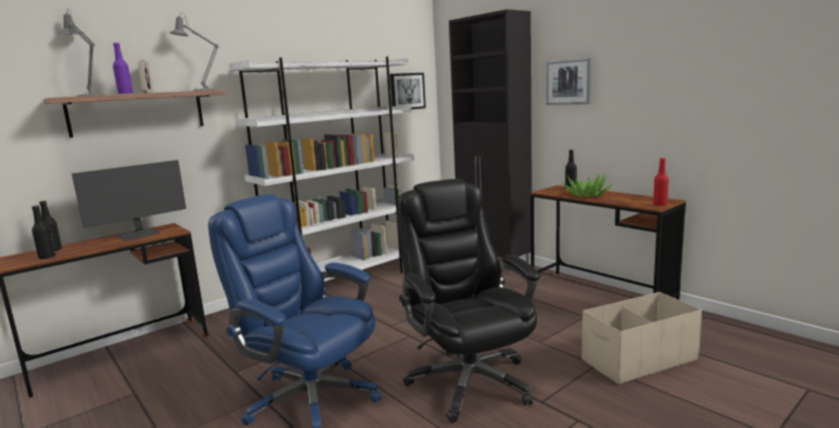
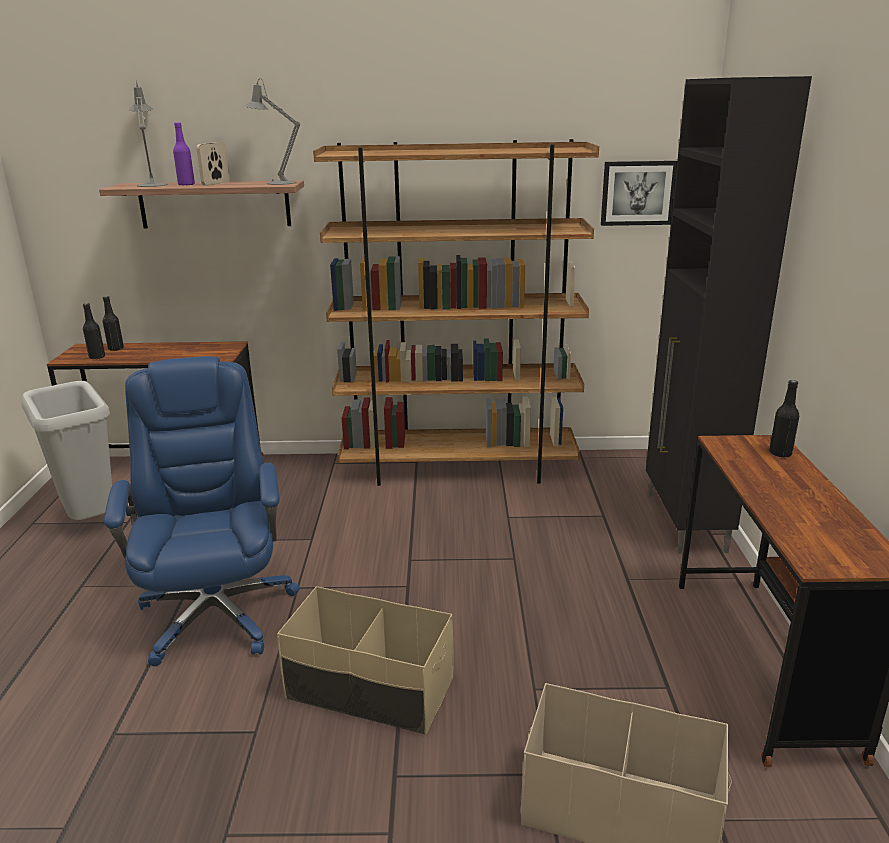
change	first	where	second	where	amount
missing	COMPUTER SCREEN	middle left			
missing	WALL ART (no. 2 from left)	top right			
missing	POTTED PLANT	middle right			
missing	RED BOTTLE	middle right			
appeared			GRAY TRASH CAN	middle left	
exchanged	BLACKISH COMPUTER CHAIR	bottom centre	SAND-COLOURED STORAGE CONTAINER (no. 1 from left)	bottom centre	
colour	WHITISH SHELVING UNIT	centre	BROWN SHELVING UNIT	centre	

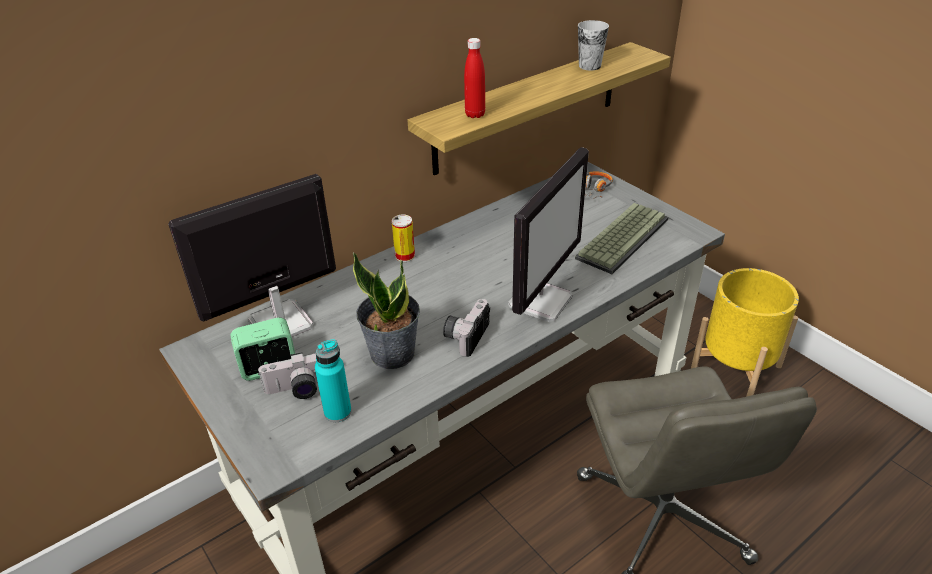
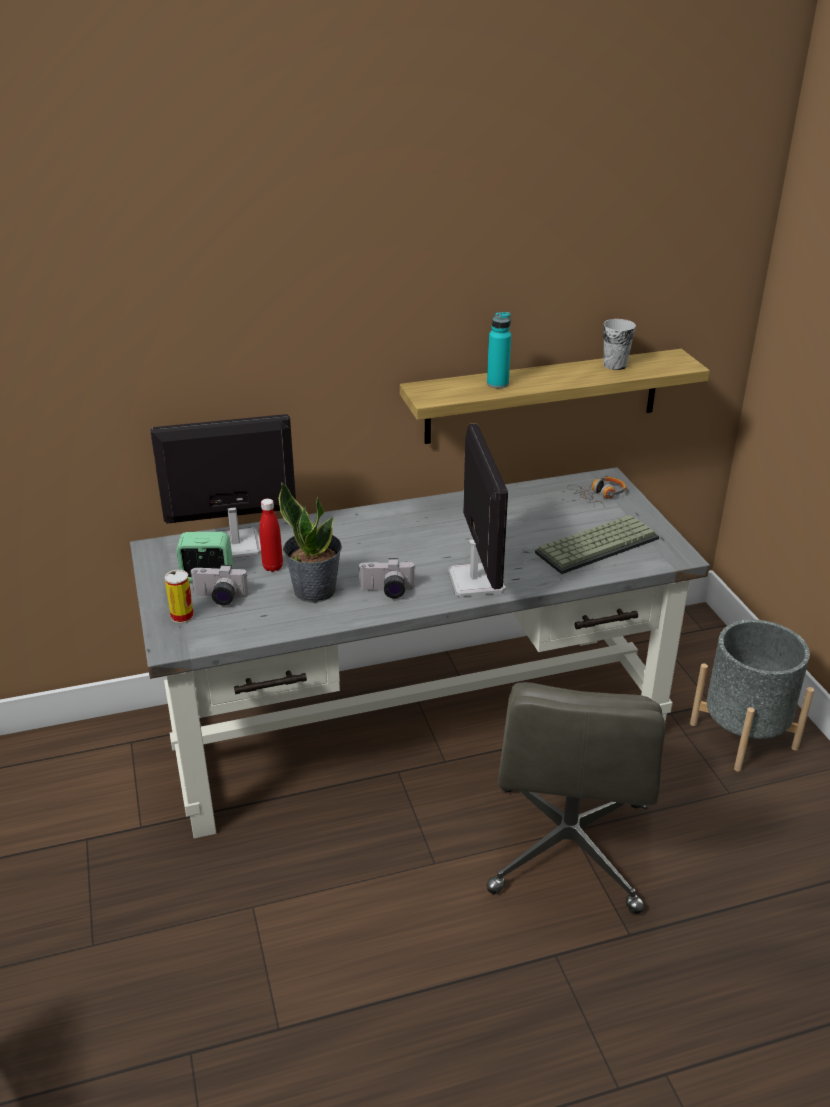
change	first	where	second	where	amount
relocated	TURQUOISE BOTTLE	centre		top centre	
relocated	SEALED CAN	centre		middle left	
relocated	RED BOTTLE	top centre		middle left	
colour	YELLOW FLOWER POT	middle right	GRAY FLOWER POT	middle right	
spun	PHOTO CAMERA (no. 2 from left)	centre		centre	135 degrees counterclockwise
spun	COMPUTER SCREEN (no. 2 from left)	centre		centre	60 degrees counterclockwise

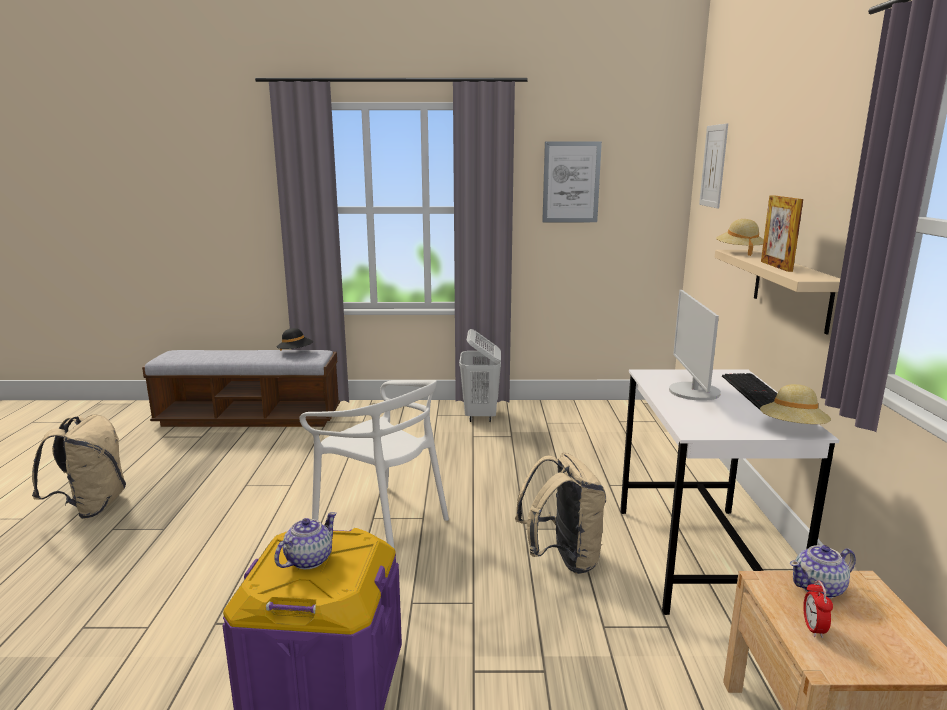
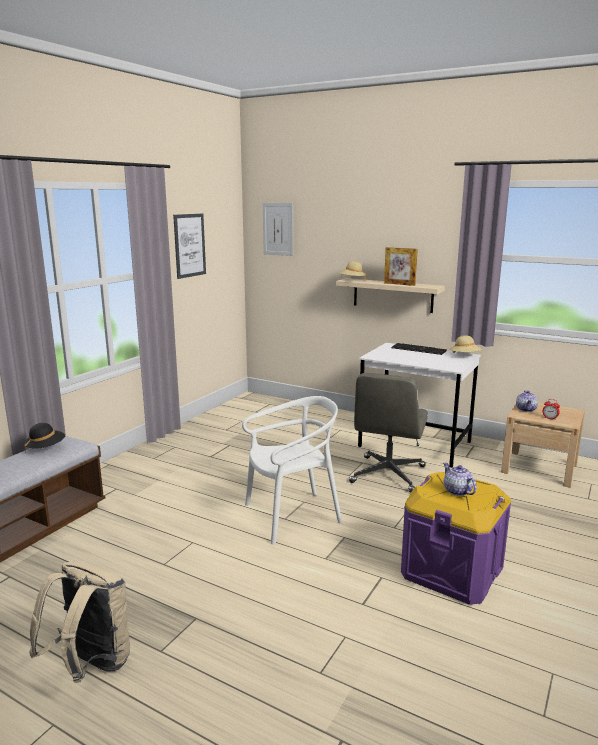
change	first	where	second	where	amount
missing	WHITISH HAMPER	centre			
missing	COMPUTER SCREEN	middle right			
exchanged	SAND-COLOURED RUCKSACK (no. 2 from left)	bottom centre	GRAY COMPUTER CHAIR	centre	

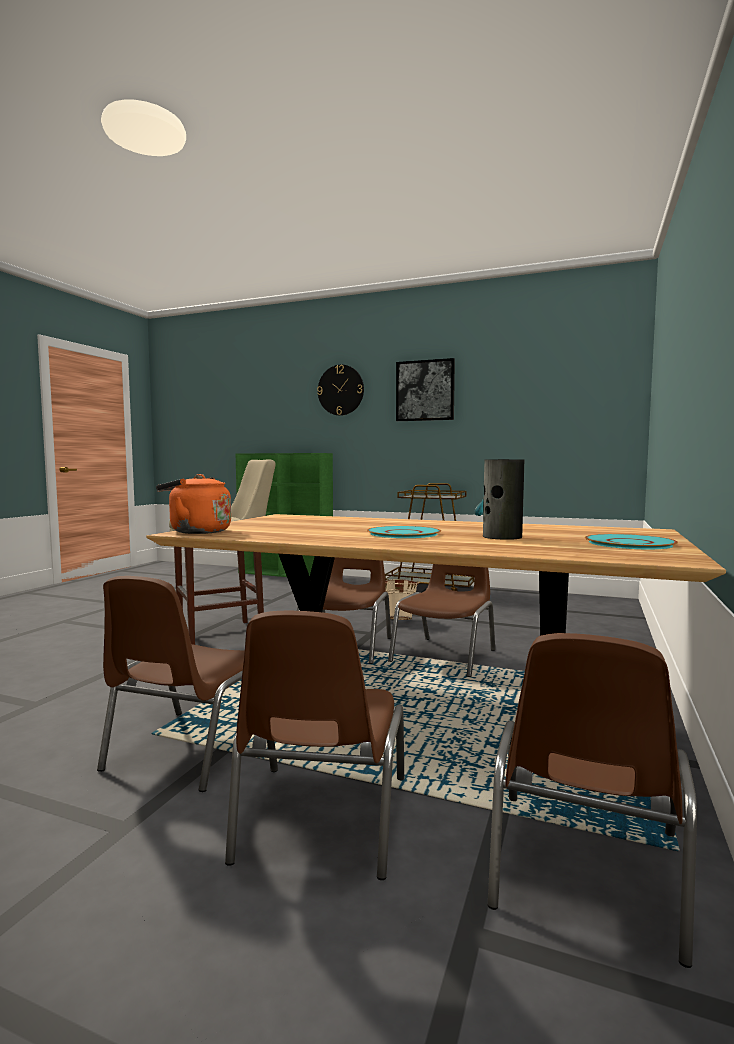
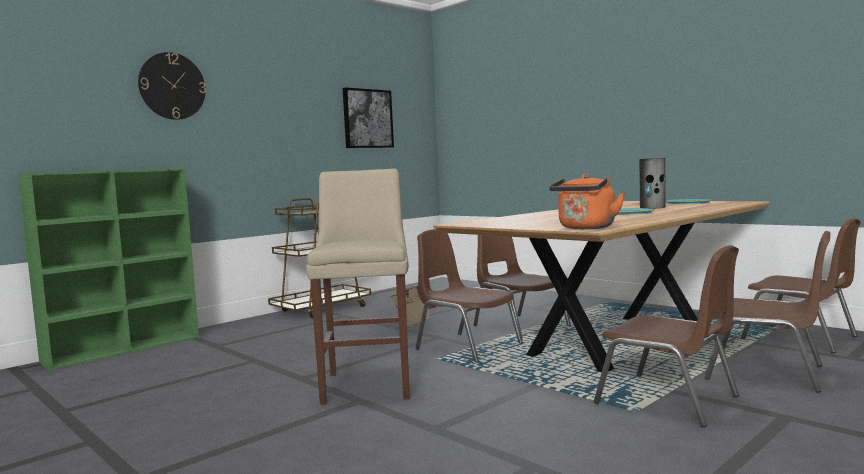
change	first	where	second	where	amount
relocated	WALL ART	centre		top centre	

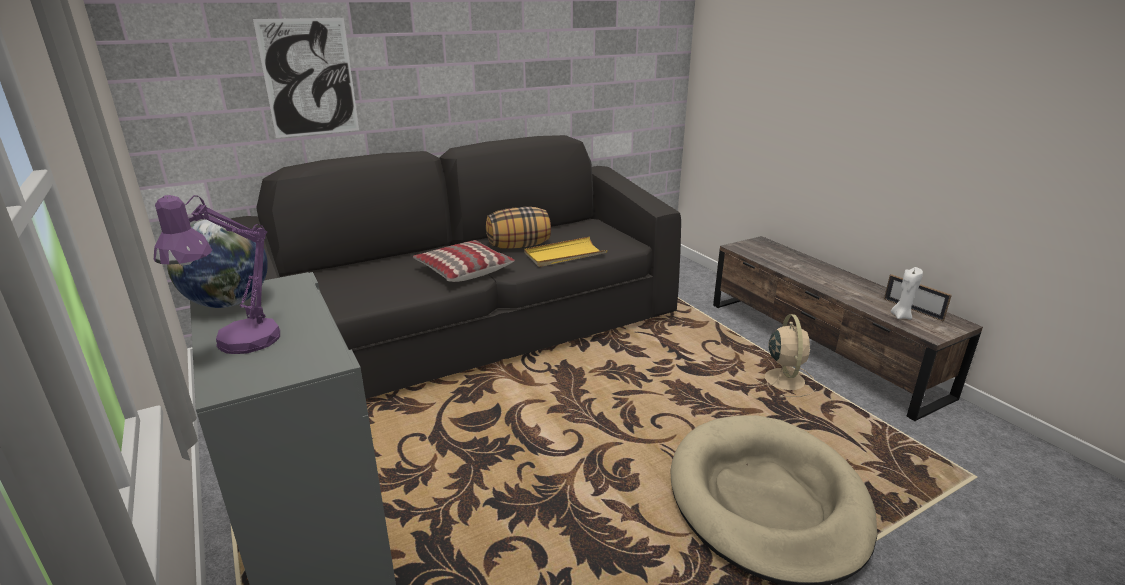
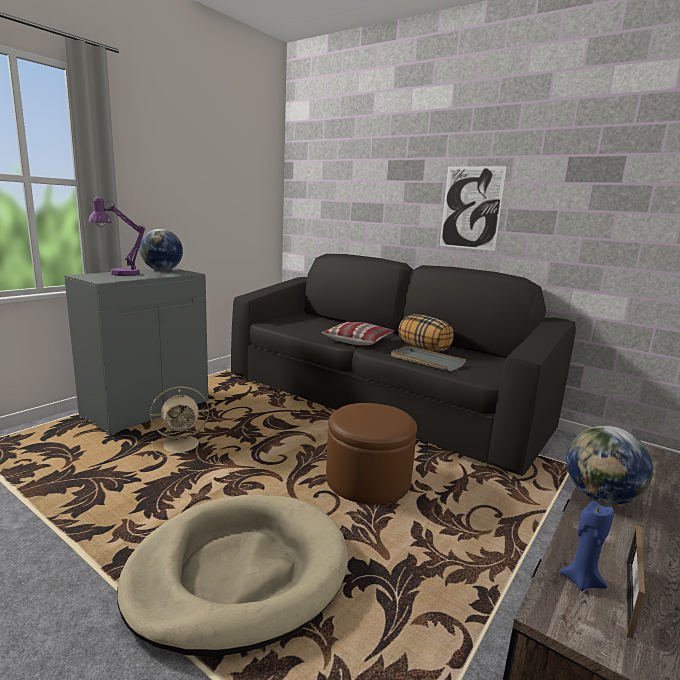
change	first	where	second	where	amount
appeared			BROWN OTTOMAN	bottom centre	
appeared			WORLD GLOBE (no. 2 from left)	bottom right	
relocated	WALL ART	top left		top right	
relocated	SAND-COLOURED FAN	middle right		middle left	
colour	YELLOW TRAY	centre	GRAY TRAY	centre	
colour	WHITISH CANDLE	middle right	BLUE CANDLE	bottom right	

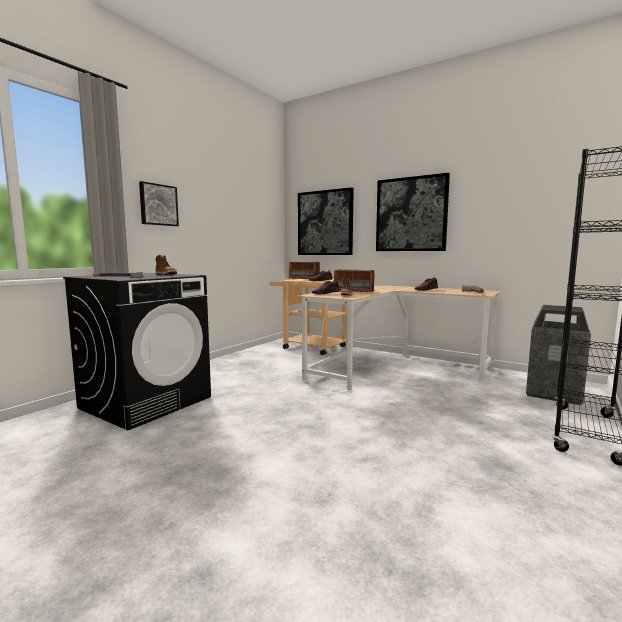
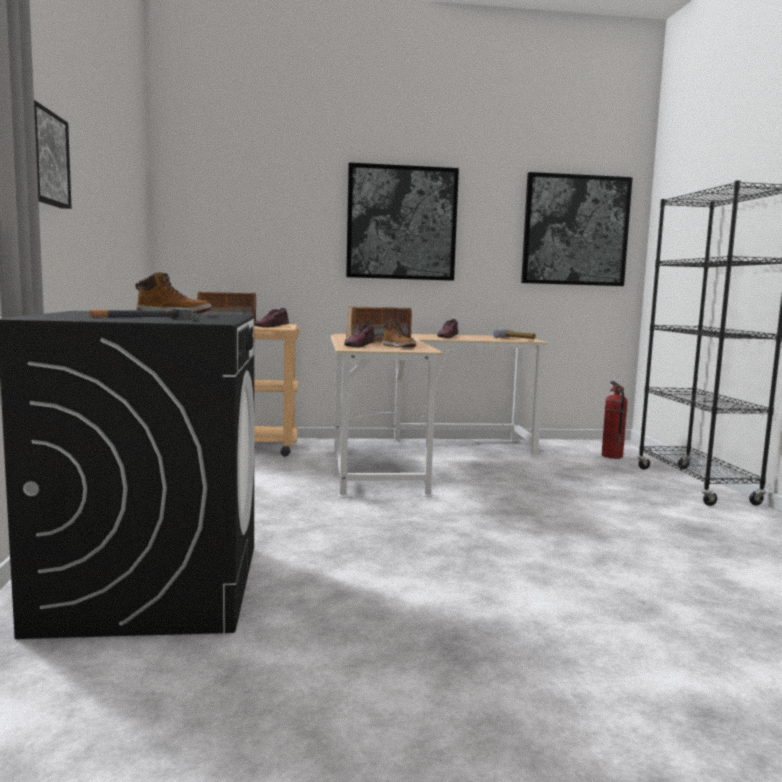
change	first	where	second	where	amount
relocated	WALL ART (no. 2 from left in the first image)	centre	WALL ART (no. 3 from left)	top right	
exchanged	TRASH CAN	middle right	FIRE-FIGHTING CYLINDER	middle right	

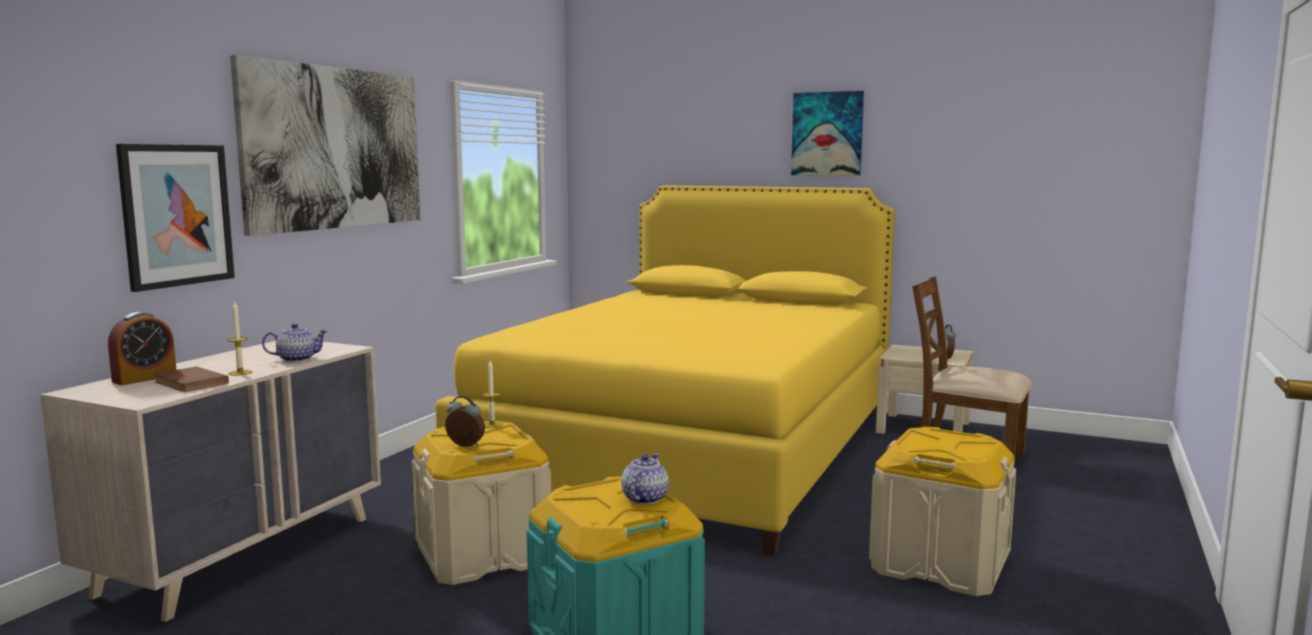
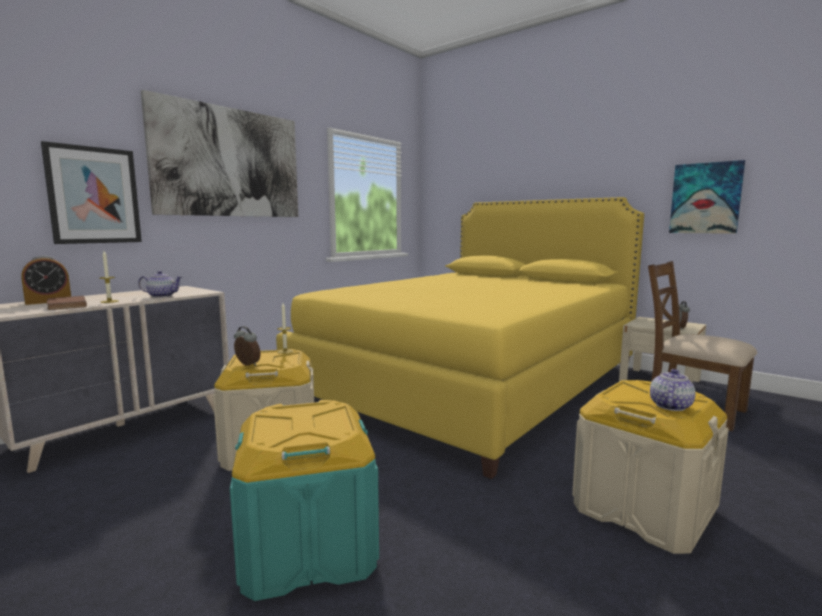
change	first	where	second	where	amount
relocated	TEAPOT (no. 2 from left)	bottom centre		middle right	
relocated	WALL ART (no. 3 from left)	top centre		top right	

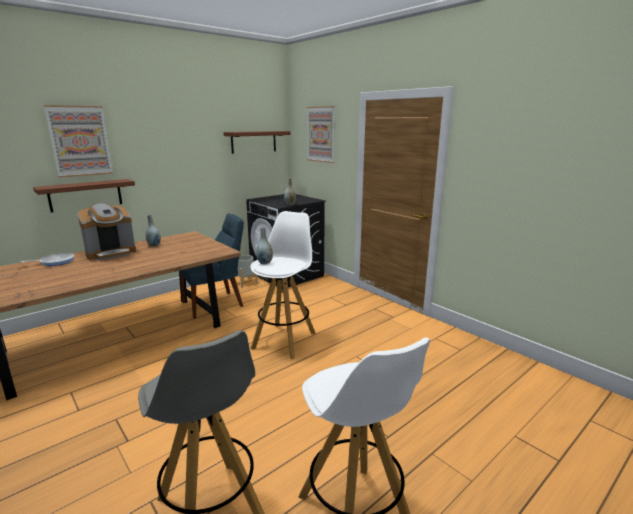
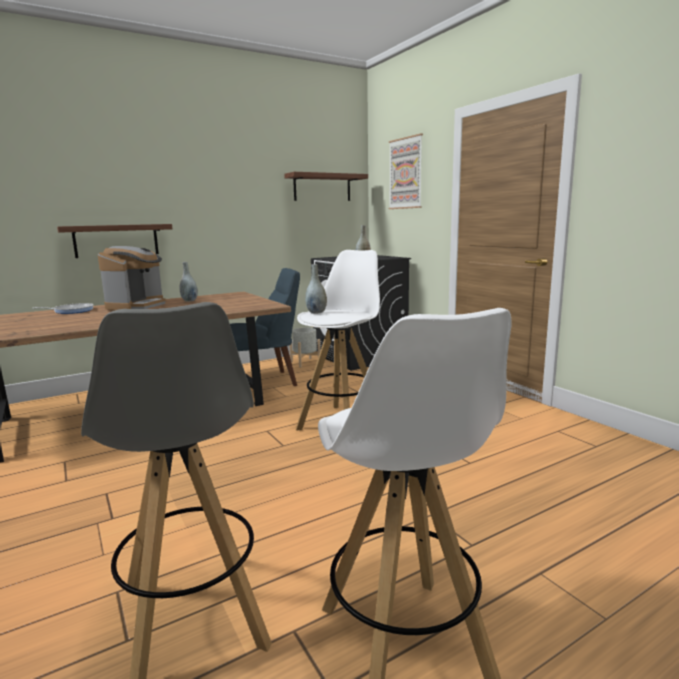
change	first	where	second	where	amount
missing	WALL ART (no. 1 from left)	top left			
spun	COFFEE MACHINE	middle left		middle left	45 degrees counterclockwise

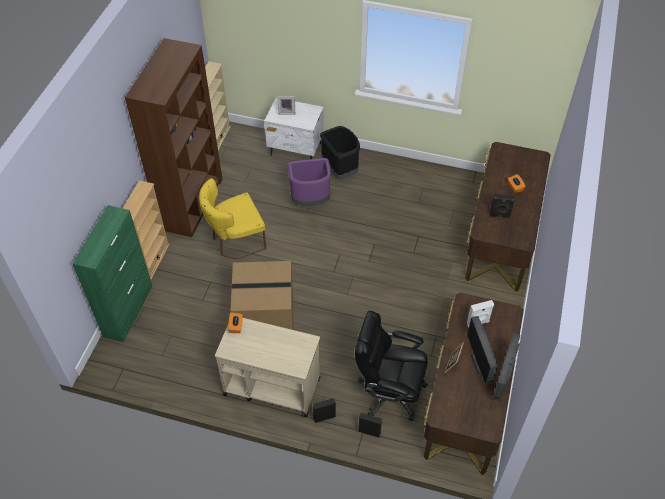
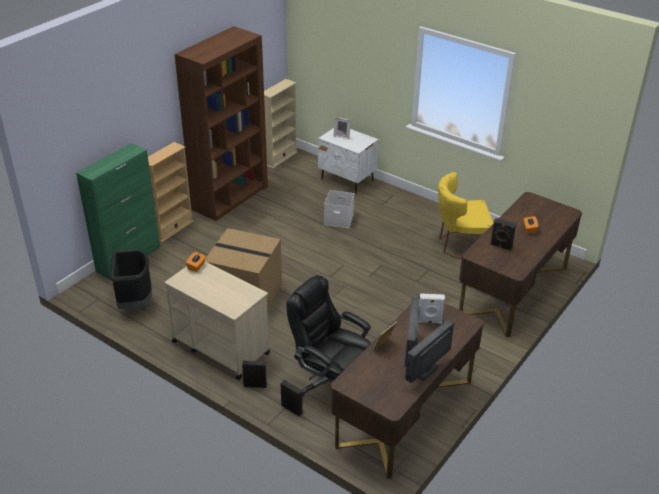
change	first	where	second	where	amount
relocated	YELLOW PLAIN CHAIR	centre		middle right	
relocated	BLACKISH TRASH CAN	top centre		middle left	
exchanged	PURPLE-COLOURED TRASH CAN	centre	WHITISH STORAGE CONTAINER	centre	

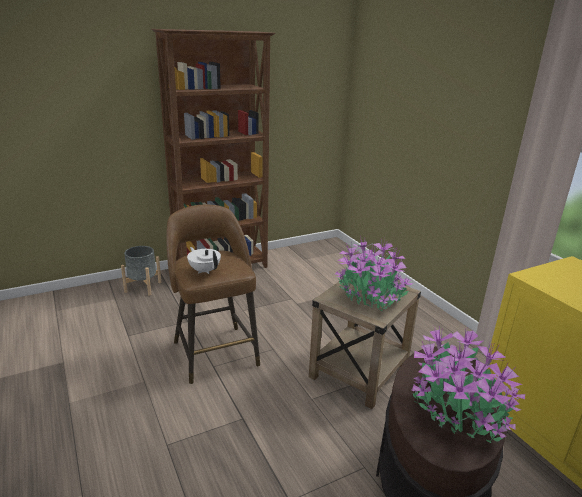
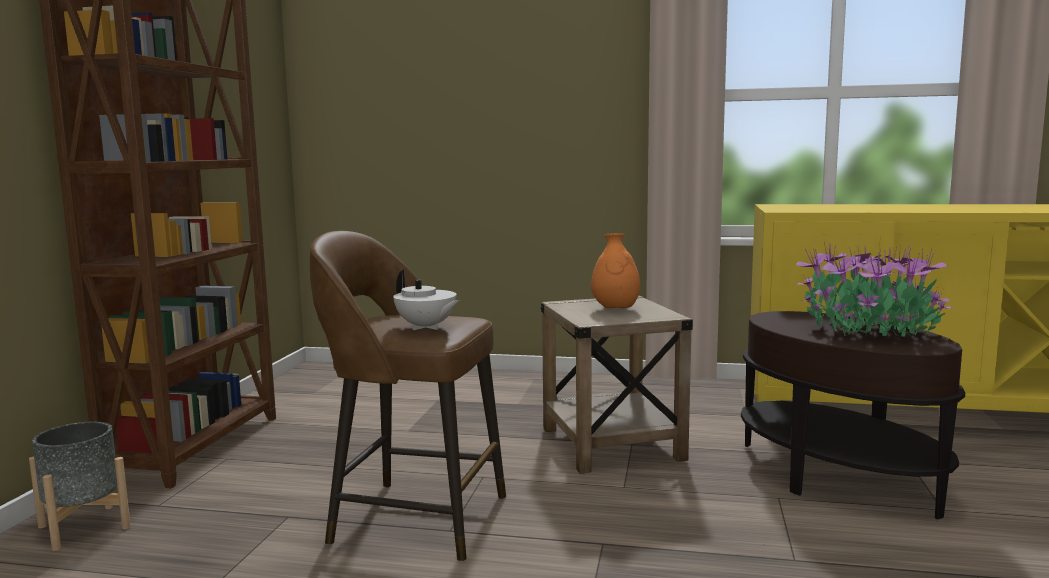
change	first	where	second	where	amount
exchanged	POTTED PLANT (no. 1 from left)	centre	ORANGE DECORATIVE VASE	centre	
spun	WHITISH TEAPOT	centre		centre	135 degrees counterclockwise

